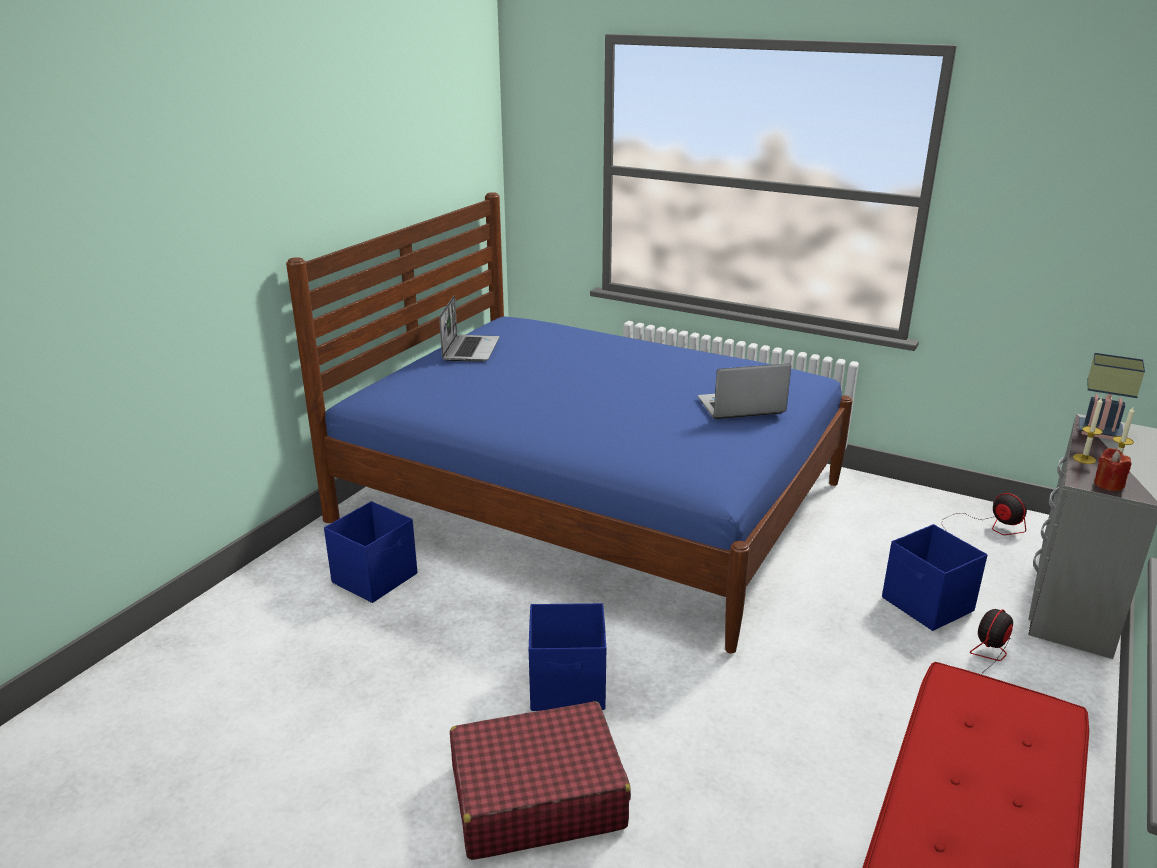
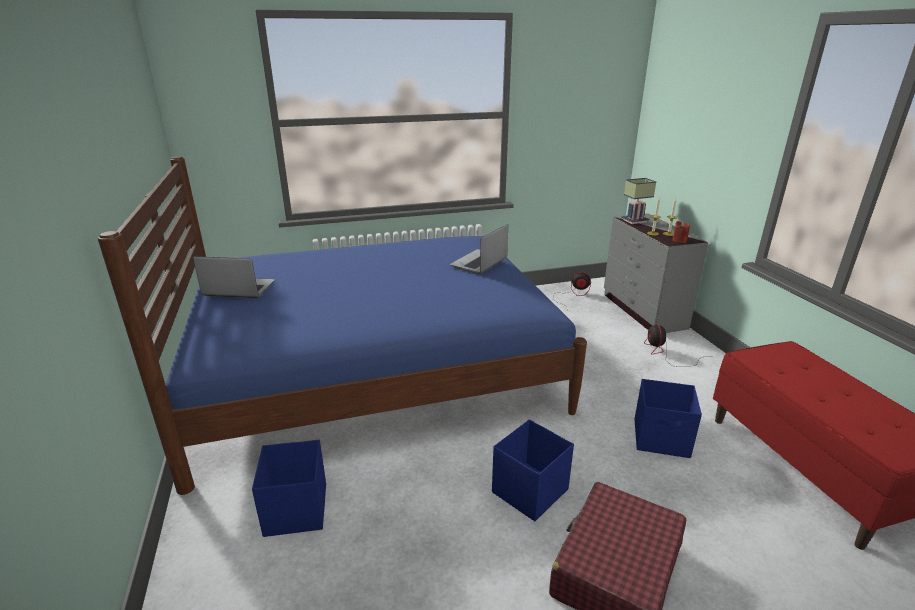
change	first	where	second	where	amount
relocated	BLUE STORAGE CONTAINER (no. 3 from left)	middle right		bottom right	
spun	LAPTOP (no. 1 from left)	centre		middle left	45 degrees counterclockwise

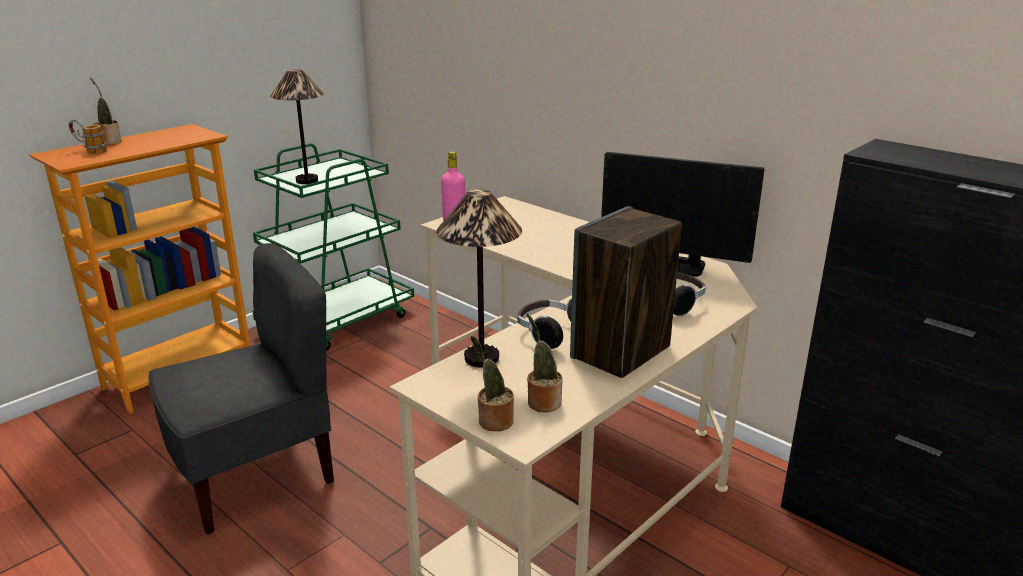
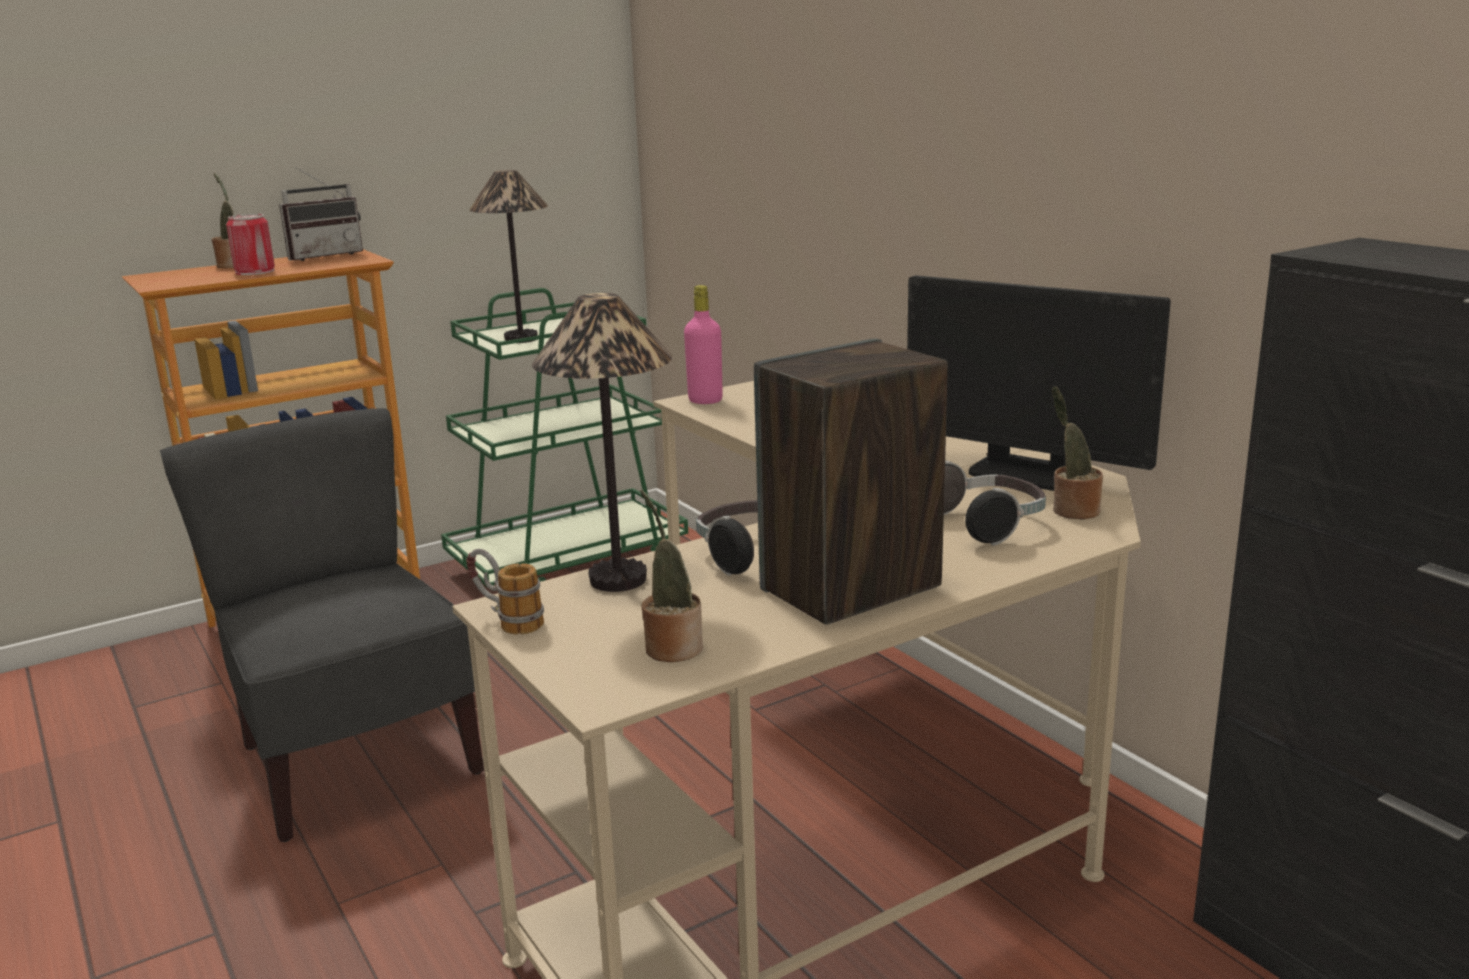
change	first	where	second	where	amount
appeared			SEALED CAN	top left	
appeared			RADIO	top left	
relocated	MUG	top left		centre	
relocated	POTTED PLANT (no. 2 from left in the first image)	centre	POTTED PLANT (no. 3 from left)	middle right	
spun	GRAY PLAIN CHAIR	bottom left		middle left	105 degrees counterclockwise

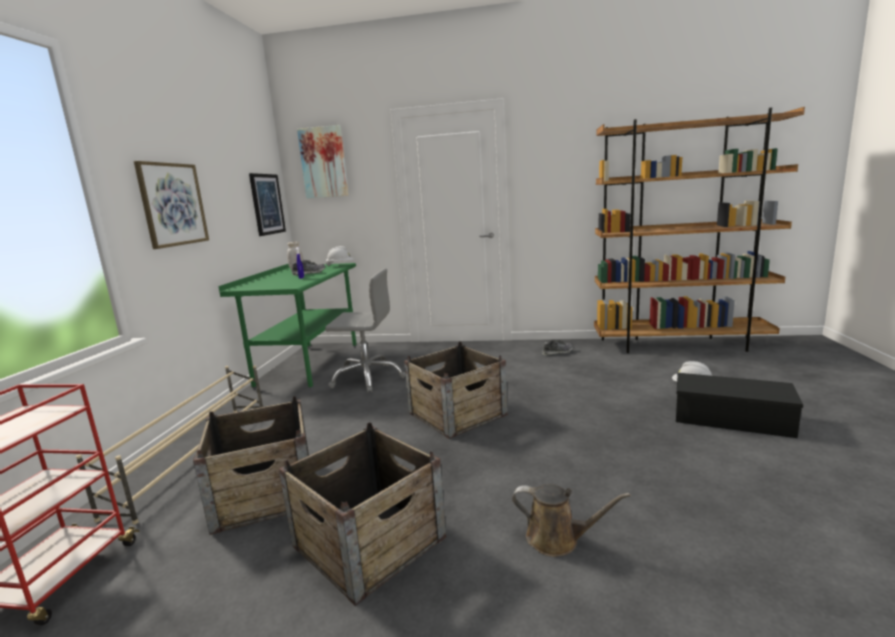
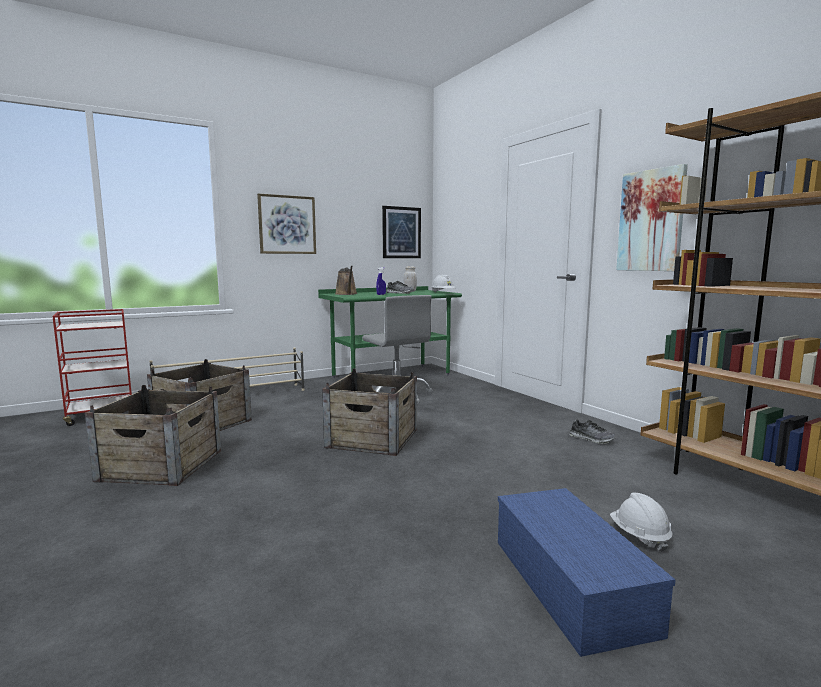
change	first	where	second	where	amount
relocated	WALL ART (no. 3 from left)	top centre		top right	
relocated	BROWN WATERING POT	bottom centre		centre	
colour	BLACKISH STORAGE CONTAINER	middle right	BLUE STORAGE CONTAINER	bottom right	

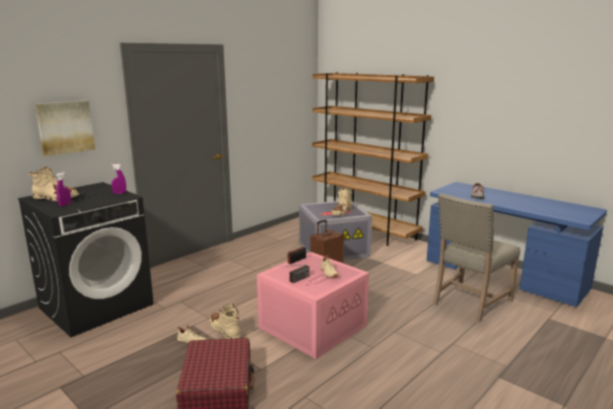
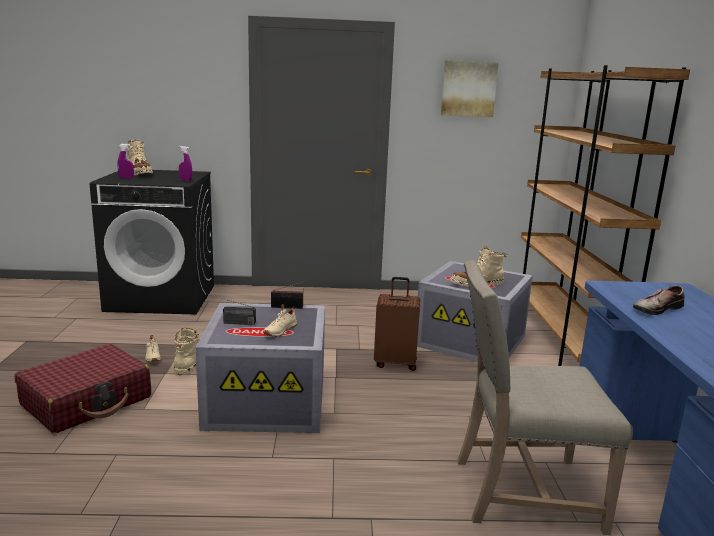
change	first	where	second	where	amount
relocated	WALL ART	top left		top centre	
colour	PINK-COLOURED STORAGE CONTAINER	bottom centre	GRAY STORAGE CONTAINER (no. 1 from left)	bottom centre	

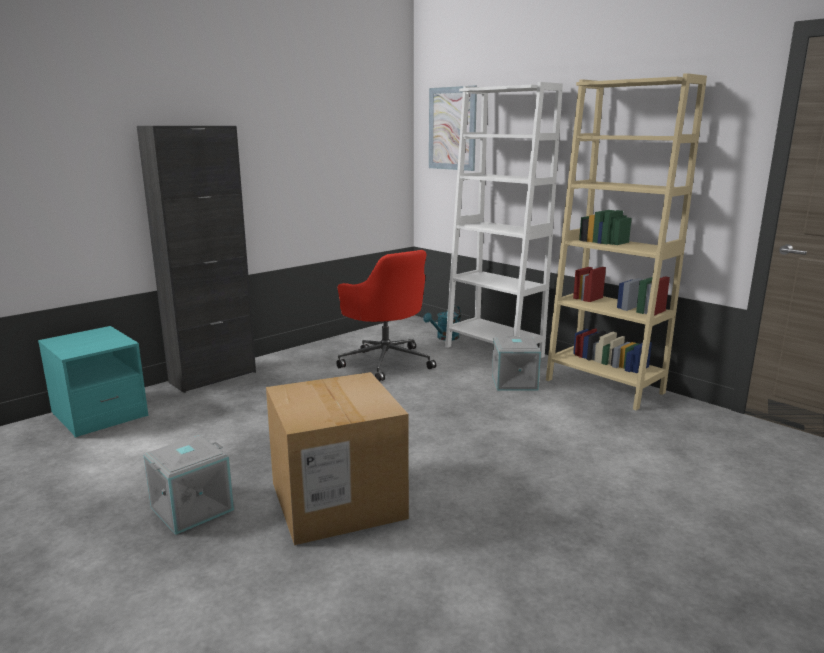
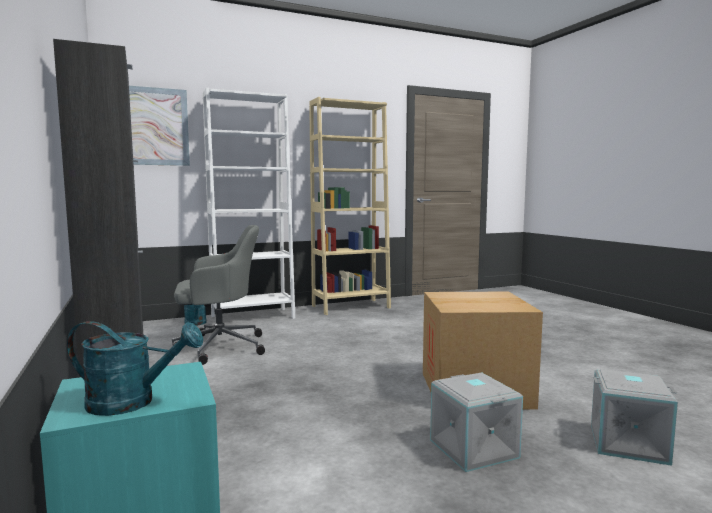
change	first	where	second	where	amount
appeared			TURQUOISE WATERING POT (no. 1 from left)	bottom left	
relocated	GRAY STORAGE CONTAINER (no. 2 from left)	centre		bottom right	
colour	RED COMPUTER CHAIR	centre	GRAY COMPUTER CHAIR	middle left	

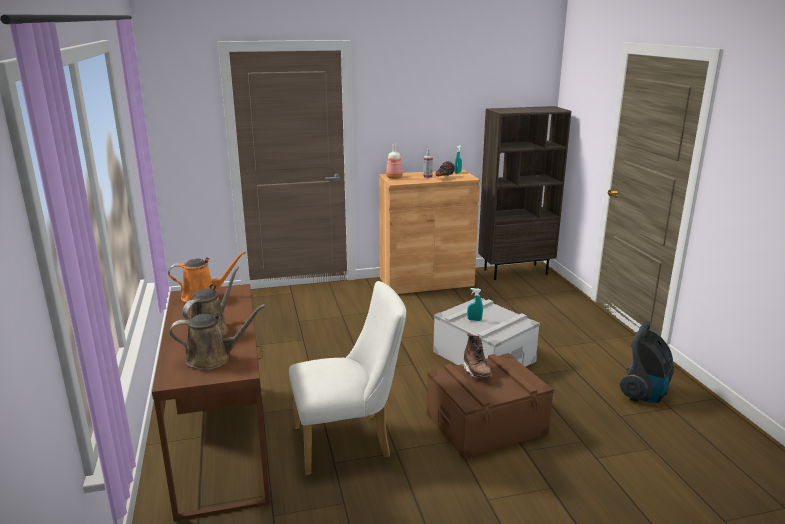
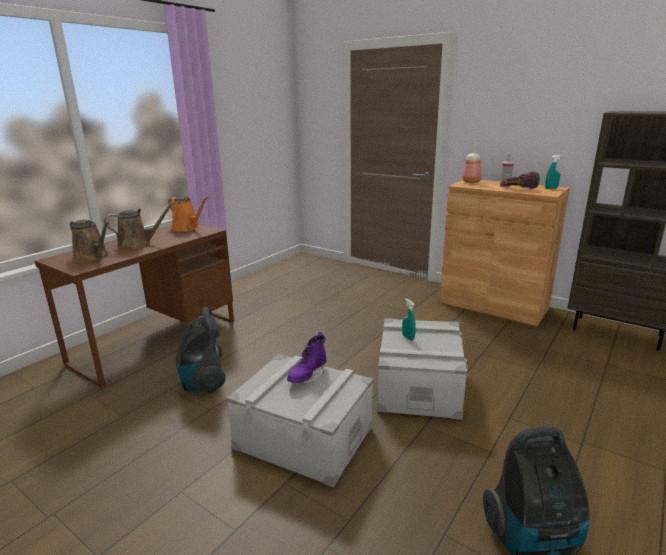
change	first	where	second	where	amount
exchanged	WHITISH PLAIN CHAIR	bottom centre	VACUUM CLEANER (no. 1 from left)	middle left	
colour	BROWN STORAGE CONTAINER	bottom centre	GRAY STORAGE CONTAINER (no. 1 from left)	bottom centre	
colour	BROWN TALL BOOT	bottom centre	PURPLE-COLOURED TALL BOOT	centre	

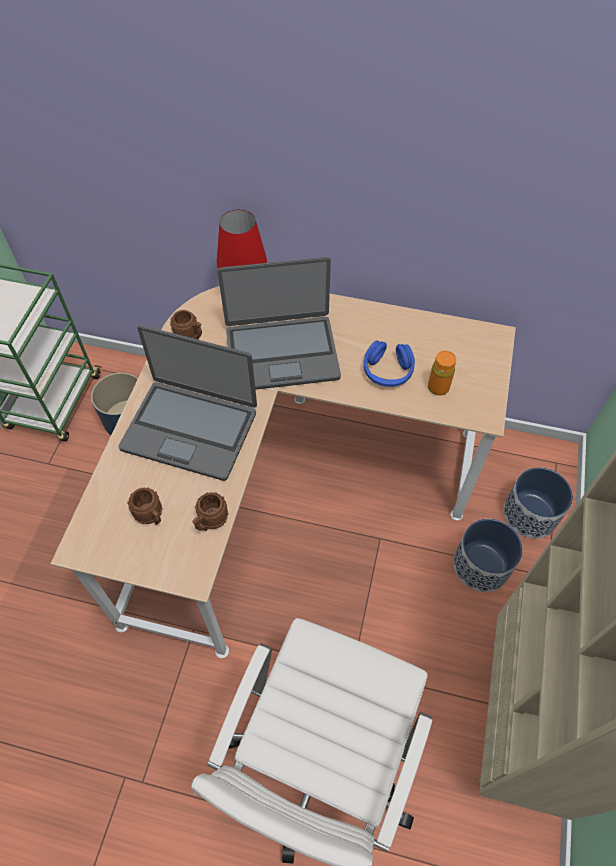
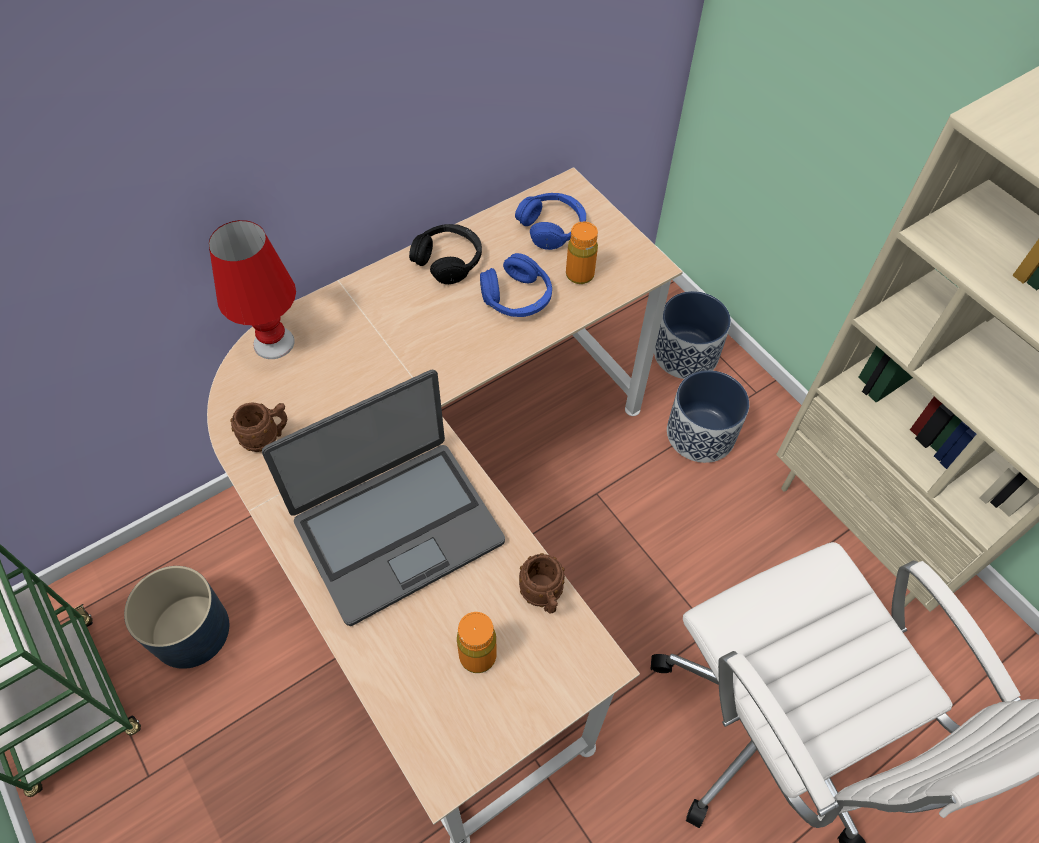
change	first	where	second	where	amount
missing	LAPTOP (no. 2 from left)	centre			
appeared			BLACKISH HEADPHONES	top centre	
appeared			BLUE HEADPHONES (no. 2 from left)	top centre	
exchanged	BROWN MUG (no. 1 from left)	middle left	ORANGE BOTTLE (no. 1 from left)	bottom centre	

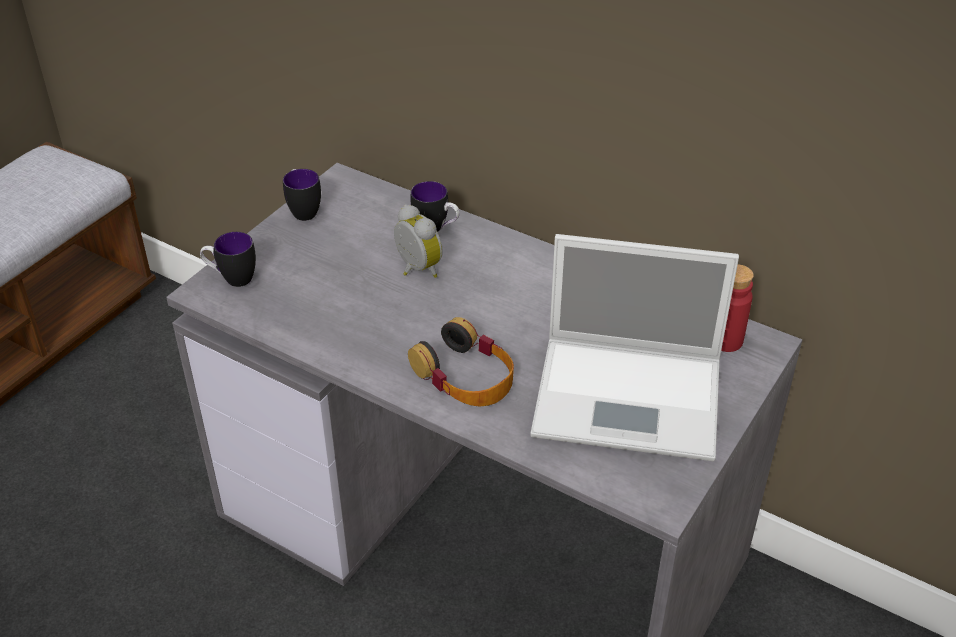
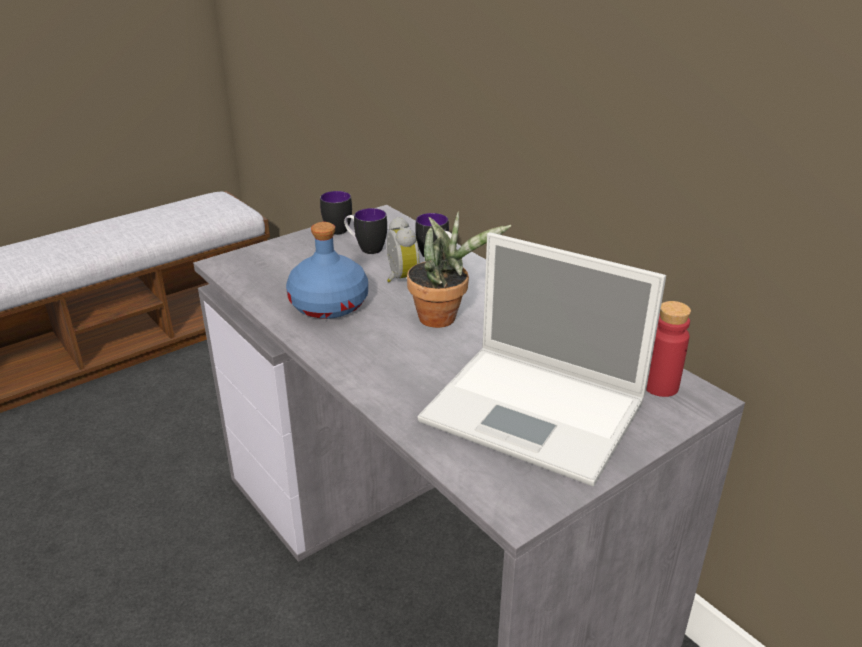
change	first	where	second	where	amount
missing	HEADPHONES	centre			
appeared			BLUE BOTTLE	centre	
appeared			POTTED PLANT	centre	
relocated	MUG (no. 1 from left in the first image)	middle left	MUG (no. 2 from left)	centre	

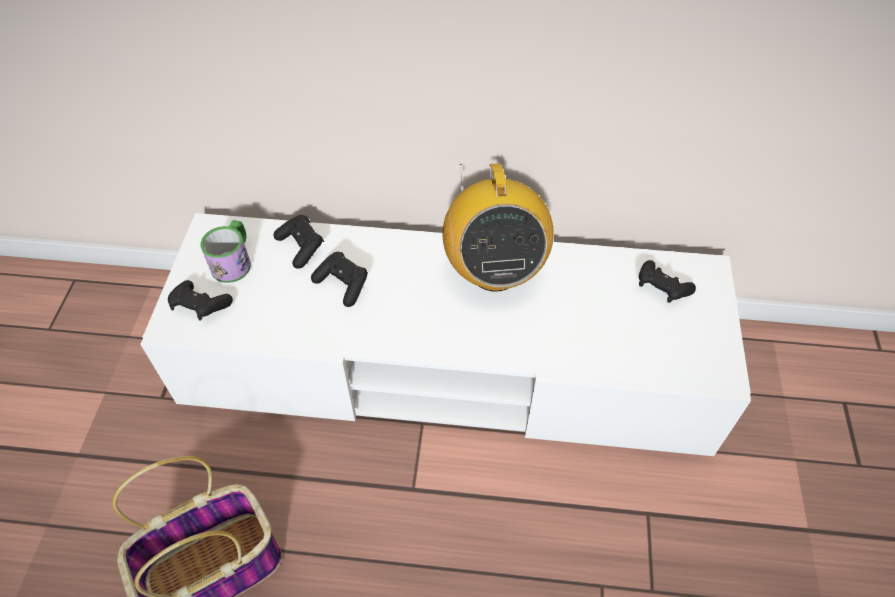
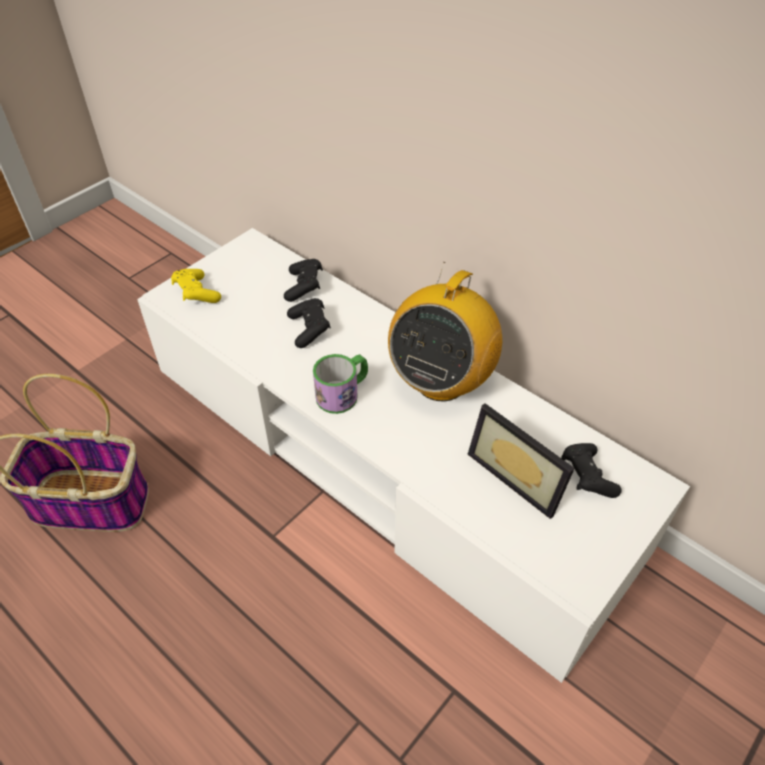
change	first	where	second	where	amount
appeared			STANDING FRAME	middle right	
relocated	MUG	middle left		centre	
colour	BLACKISH GAMEPAD (no. 1 from left)	middle left	YELLOW GAMEPAD	middle left	

